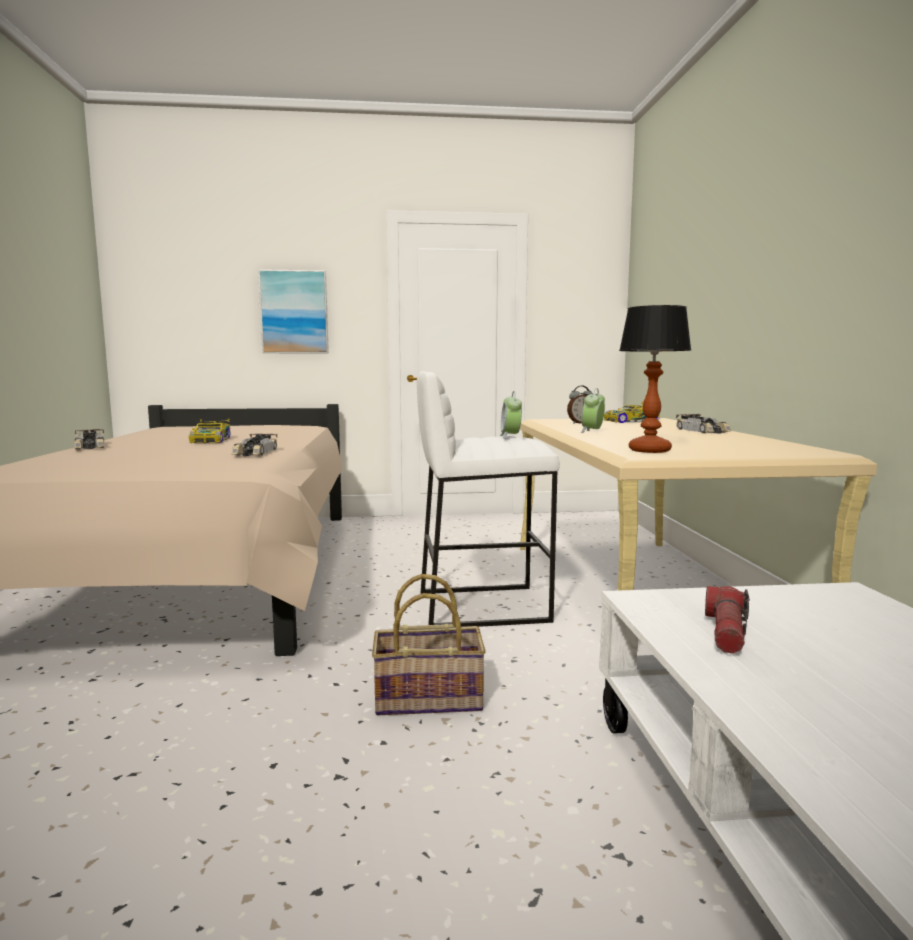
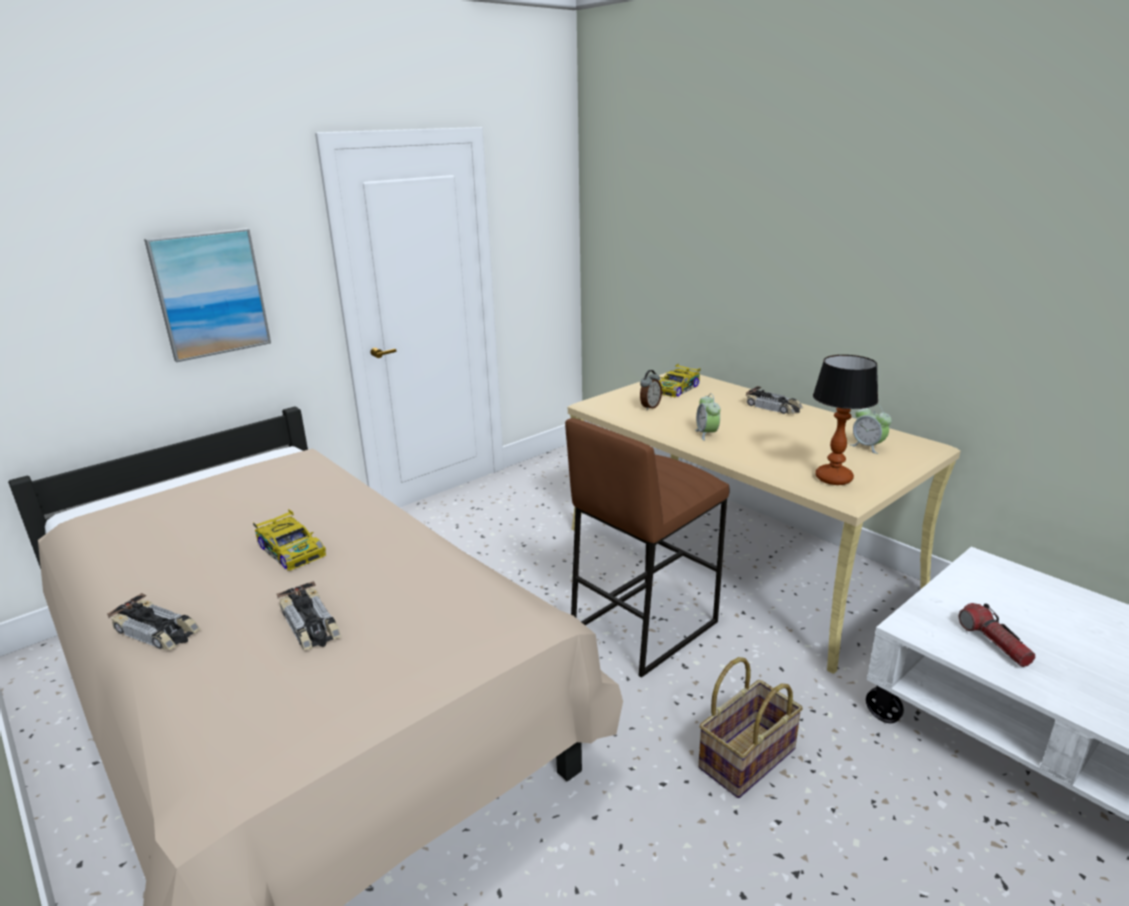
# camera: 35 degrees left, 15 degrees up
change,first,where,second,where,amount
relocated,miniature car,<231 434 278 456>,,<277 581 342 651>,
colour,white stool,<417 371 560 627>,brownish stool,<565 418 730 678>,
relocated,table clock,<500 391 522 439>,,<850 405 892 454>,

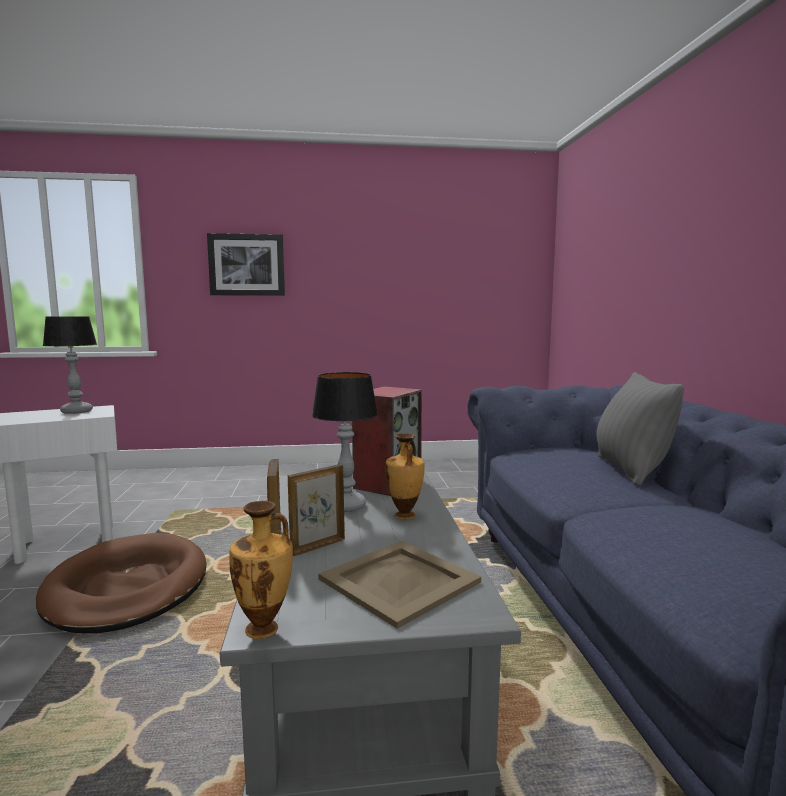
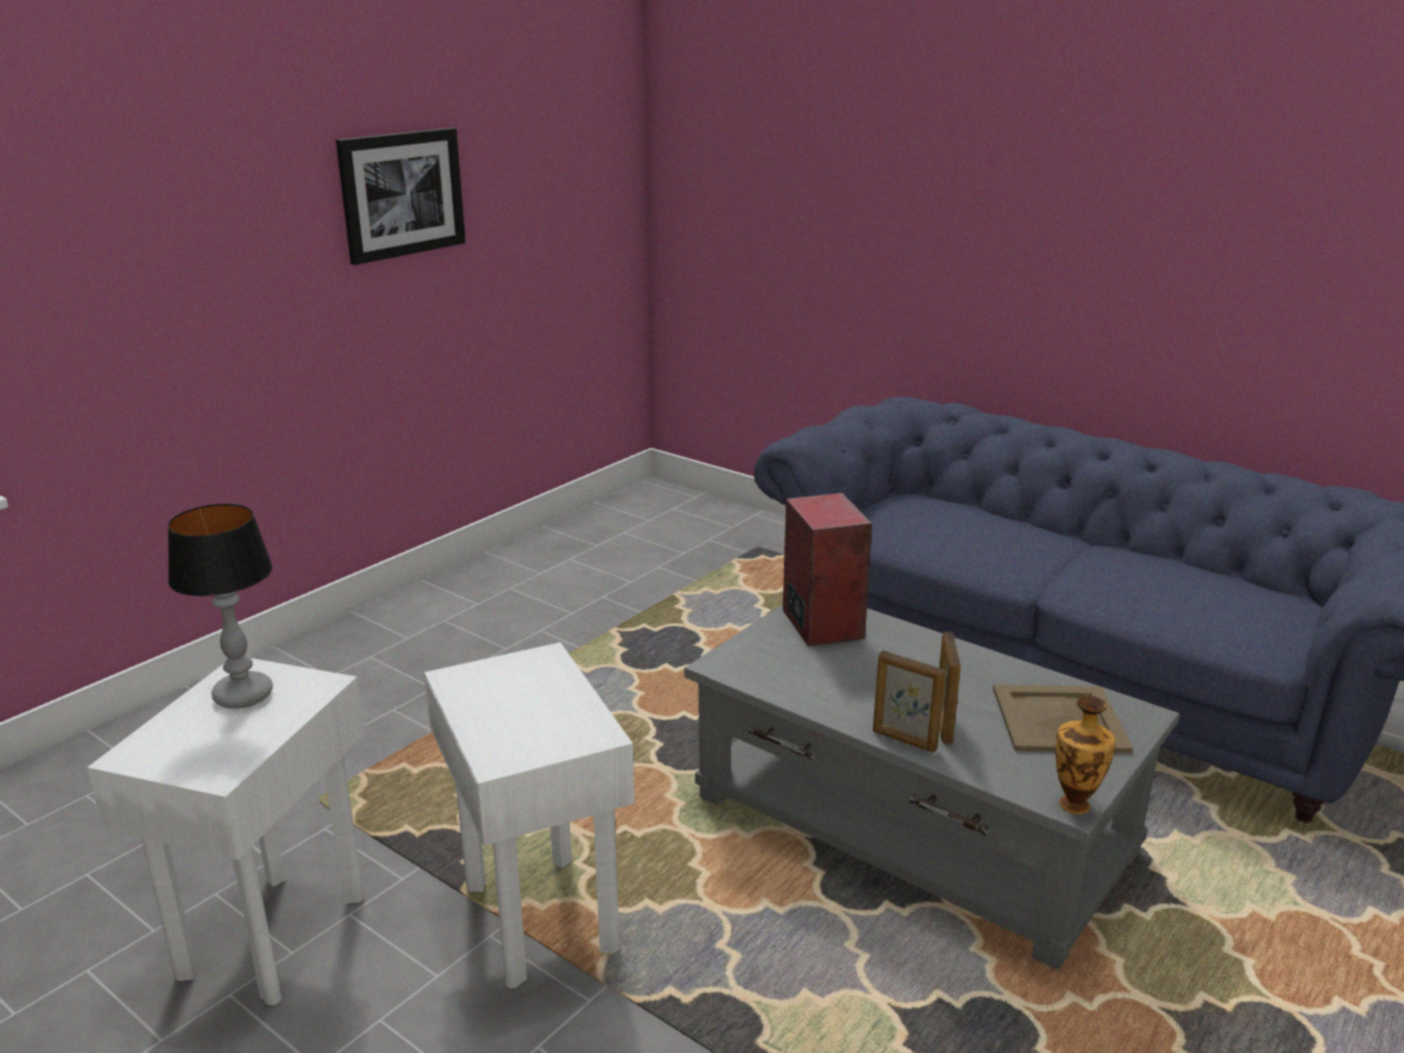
# camera: 45 degrees left, 15 degrees up
change,first,where,second,where,amount
relocated,wall art,<207 233 285 296>,,<336 128 466 265>,
exchanged,brownish dog bed,<36 533 206 633>,white end table,<424 642 635 988>,
missing,lamp for a table,<312 372 378 512>,,,
missing,flower vase,<386 433 424 519>,,,
missing,gray throw pillow,<596 372 684 486>,,,

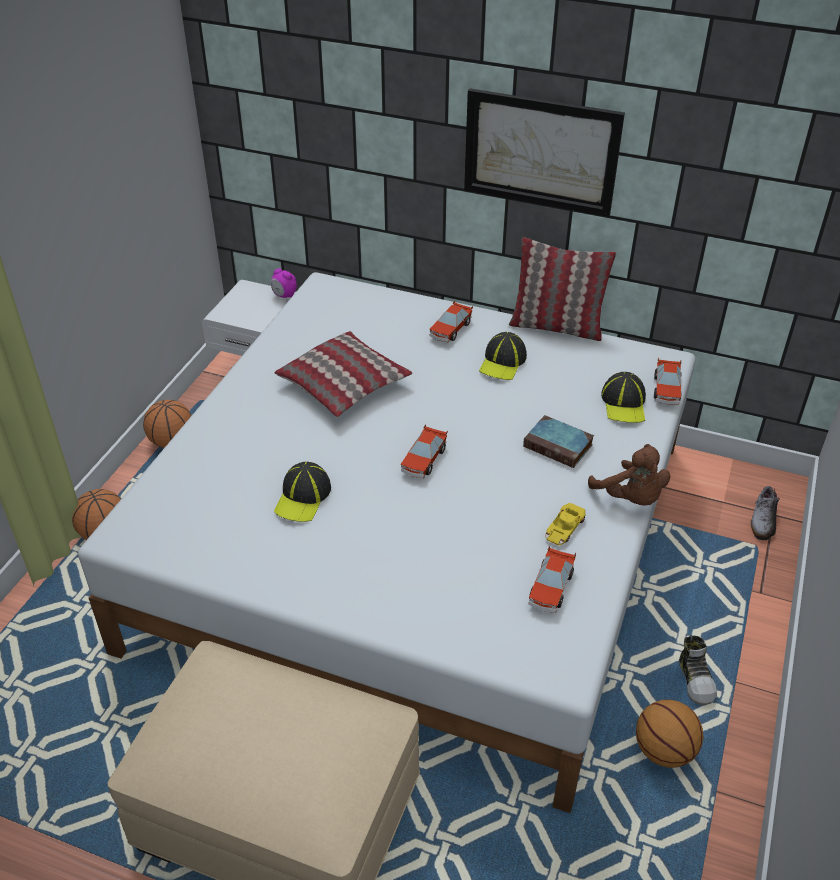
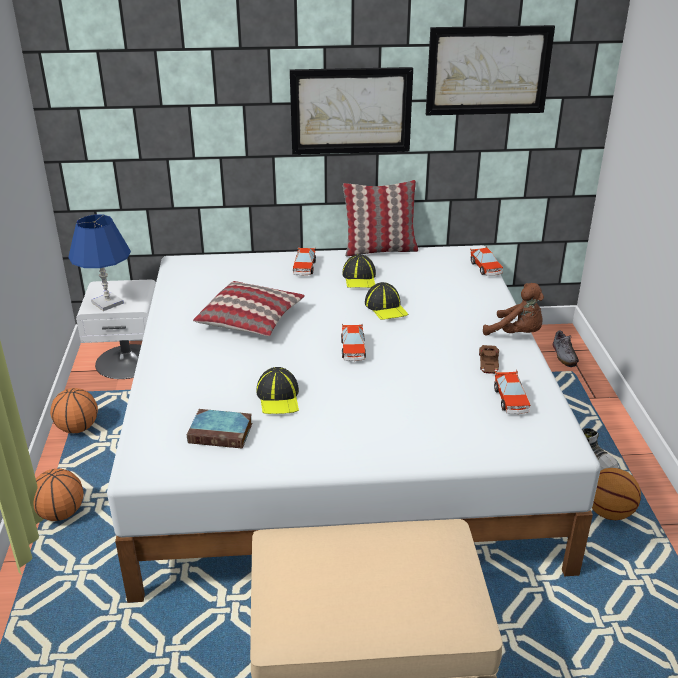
# camera: 25 degrees left, 10 degrees down
change,first,where,second,where,amount
appeared,,,bluish lamp for a table,<68 214 131 311>,
relocated,volume,<523 415 594 468>,,<187 409 253 449>,
relocated,cap,<601 372 646 423>,,<365 282 408 320>,
appeared,,,wall art,<426 25 555 115>,
colour,yellow-coloured miniature car,<546 503 585 545>,brownish miniature car,<479 345 499 374>,
missing,table clock,<271 269 297 298>,,,

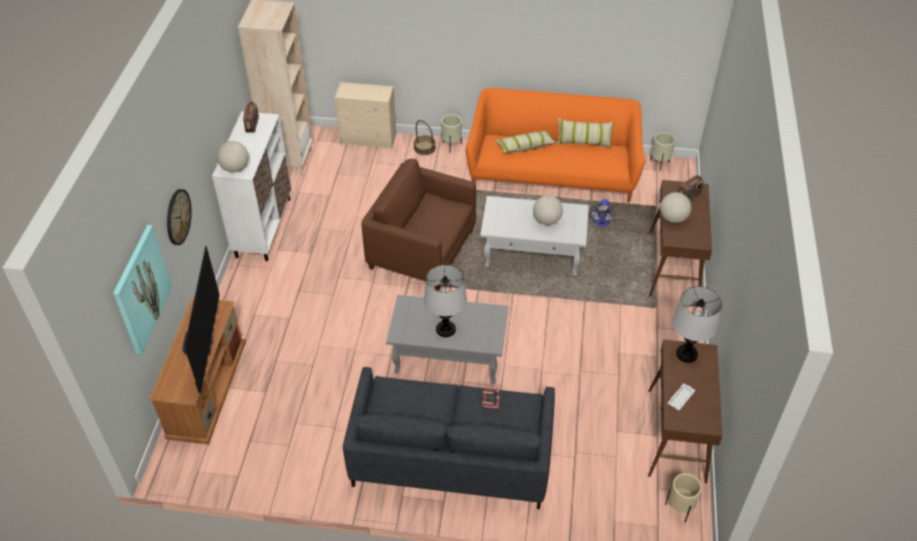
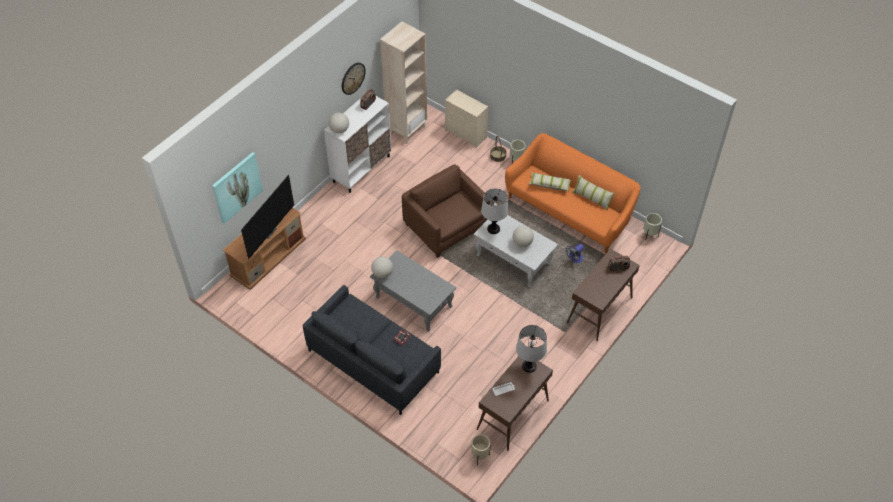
# camera: 30 degrees right, 5 degrees up
change,first,where,second,where,amount
relocated,wall clock,<167 189 192 245>,,<342 63 366 95>,
relocated,globe,<660 192 691 223>,,<371 257 393 278>,
relocated,lamp for a table,<424 265 467 337>,,<481 188 508 234>,

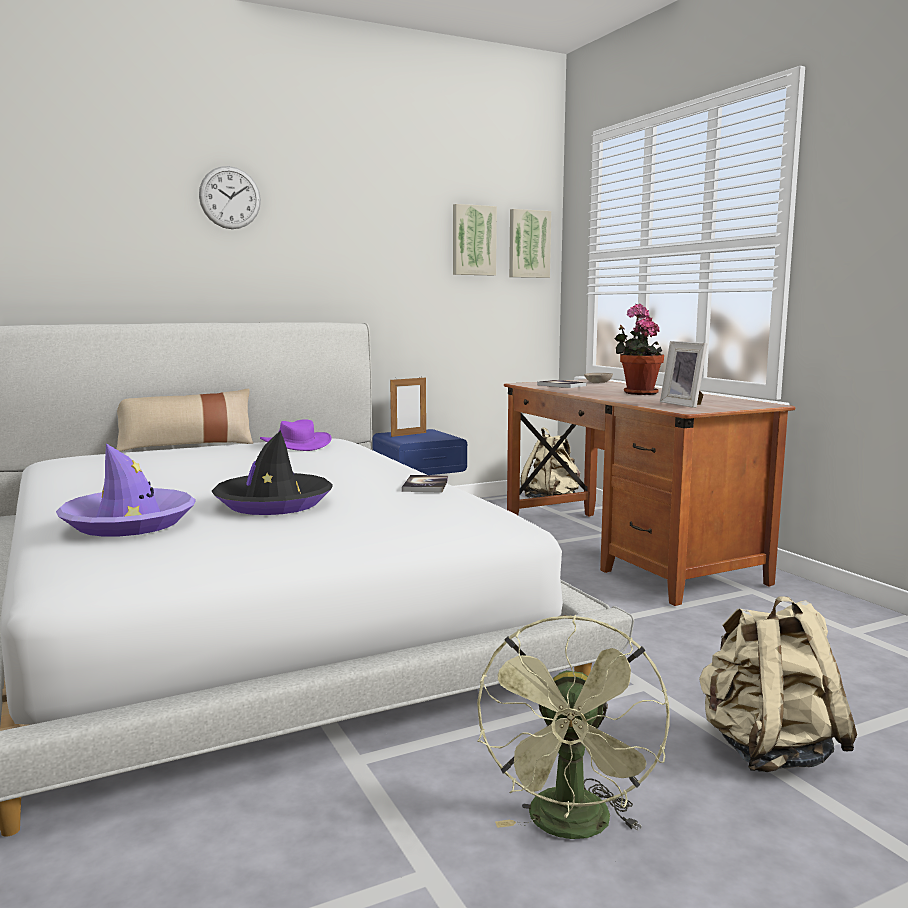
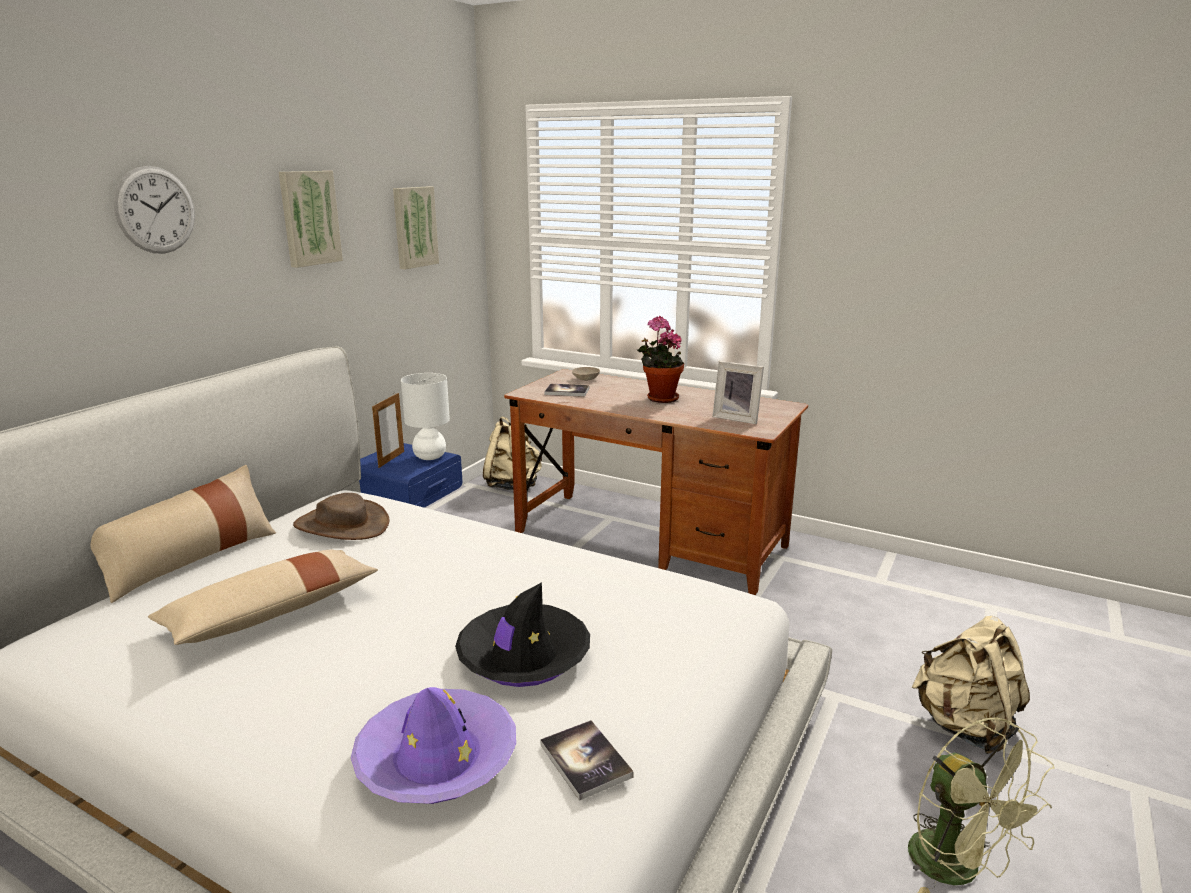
# camera: 35 degrees left, 10 degrees up
change,first,where,second,where,amount
appeared,,,sand-coloured throw pillow,<148 550 378 645>,
relocated,wall art,<509 209 551 278>,,<279 171 343 268>,
colour,purple wearable hat,<260 419 332 451>,brownish wearable hat,<293 493 389 540>,
appeared,,,white lamp for a table,<401 373 450 460>,
relocated,volume,<402 475 448 493>,,<540 720 634 801>,

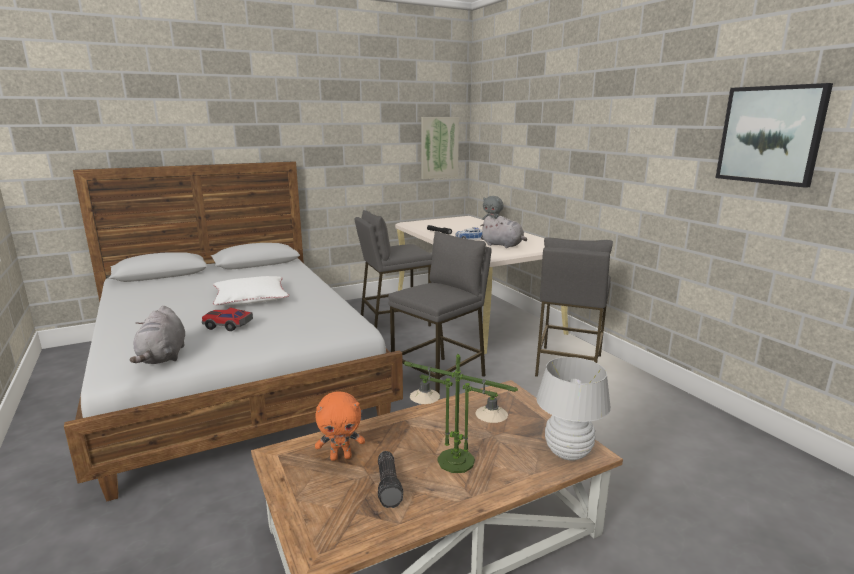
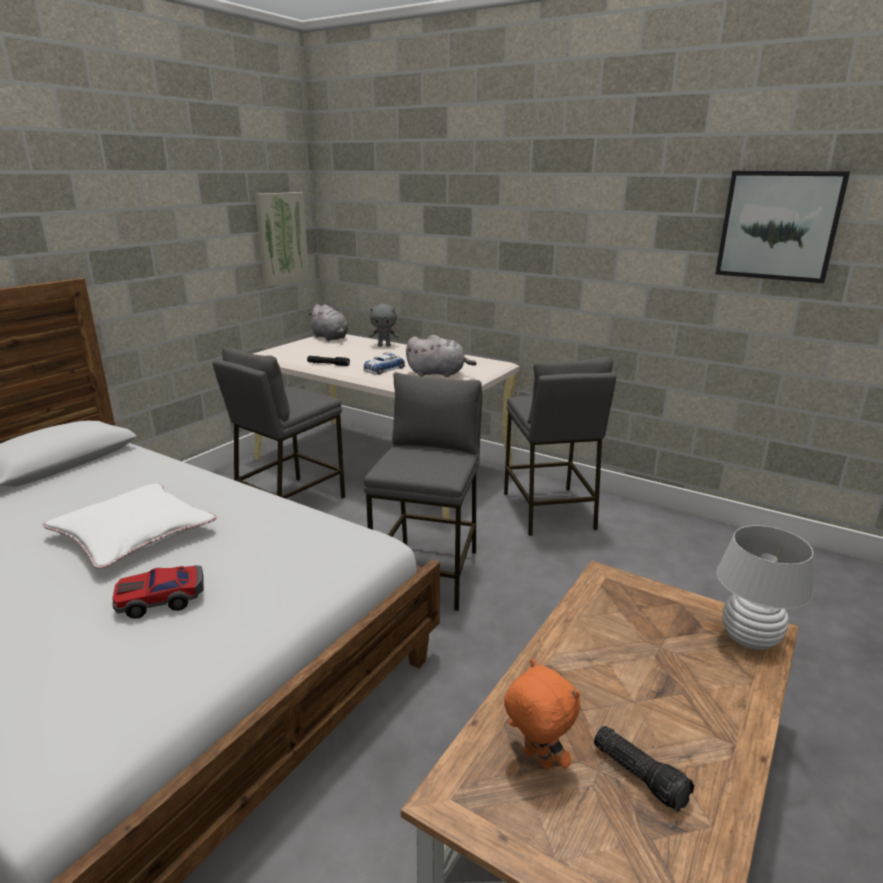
# camera: 30 degrees left, 5 degrees up
change,first,where,second,where,amount
relocated,gray cuddly toy,<130 306 185 364>,,<308 304 349 341>,
spun,orangey cuddly toy,<315 391 365 461>,,<504 659 580 770>,90 degrees counterclockwise
missing,lamp for a table,<404 354 518 473>,,,

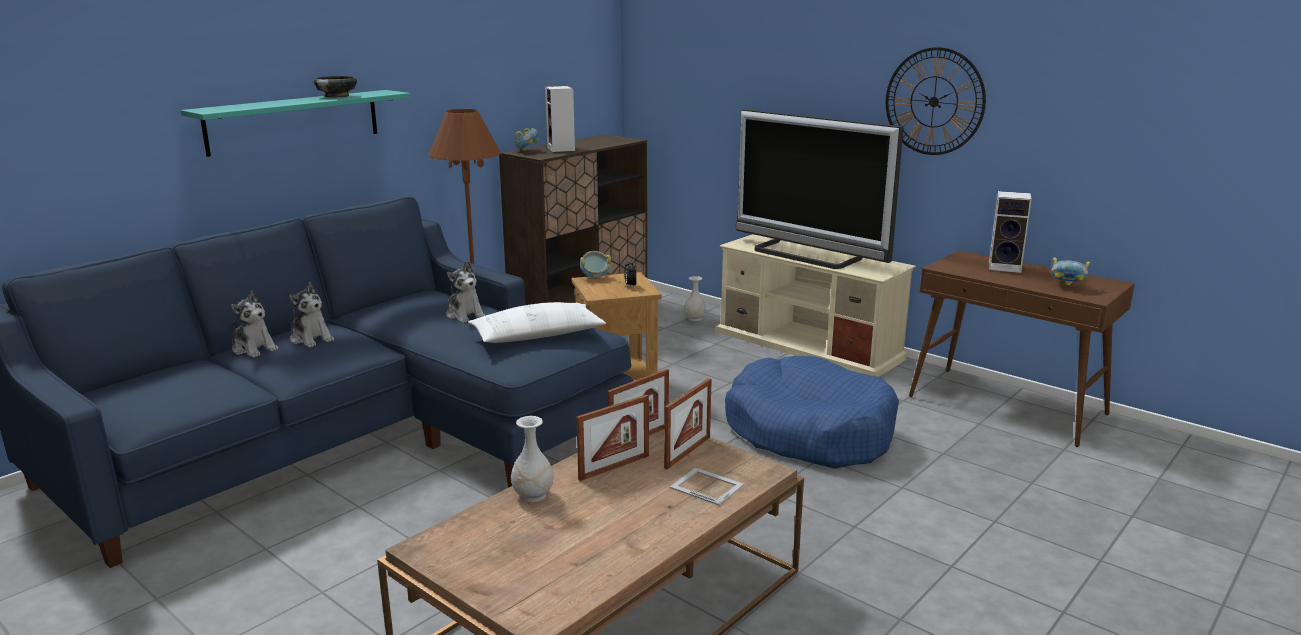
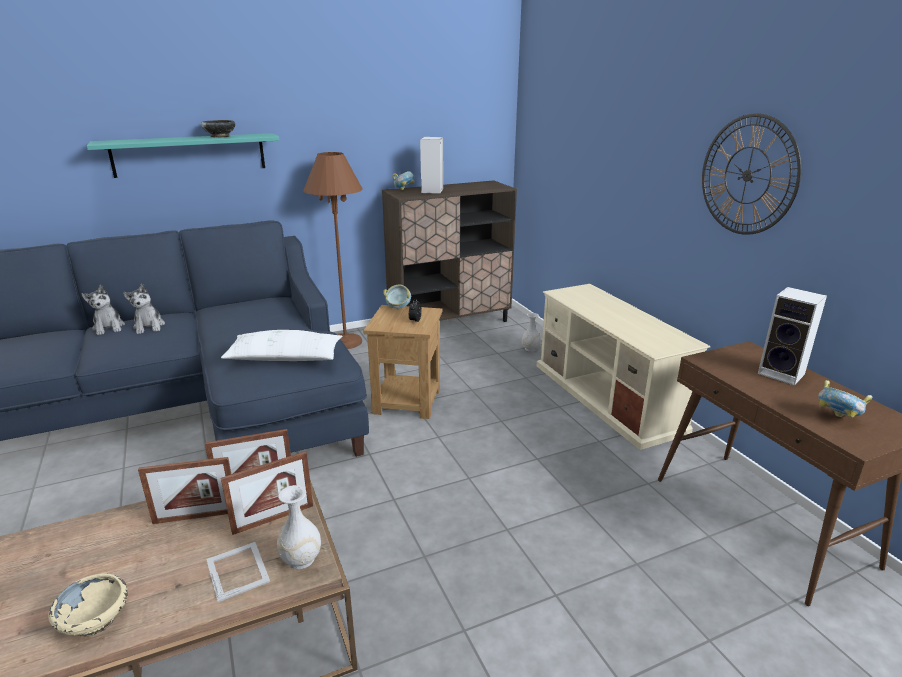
# camera: 25 degrees right, 5 degrees up
change,first,where,second,where,amount
appeared,,,sand-coloured bowl,<48 574 128 637>,
relocated,white flower vase,<511 416 554 503>,,<277 485 321 569>,
missing,cuddly toy,<446 261 485 323>,,,
missing,bluish dog bed,<725 356 899 469>,,,
missing,TV set,<736 109 904 269>,,,

